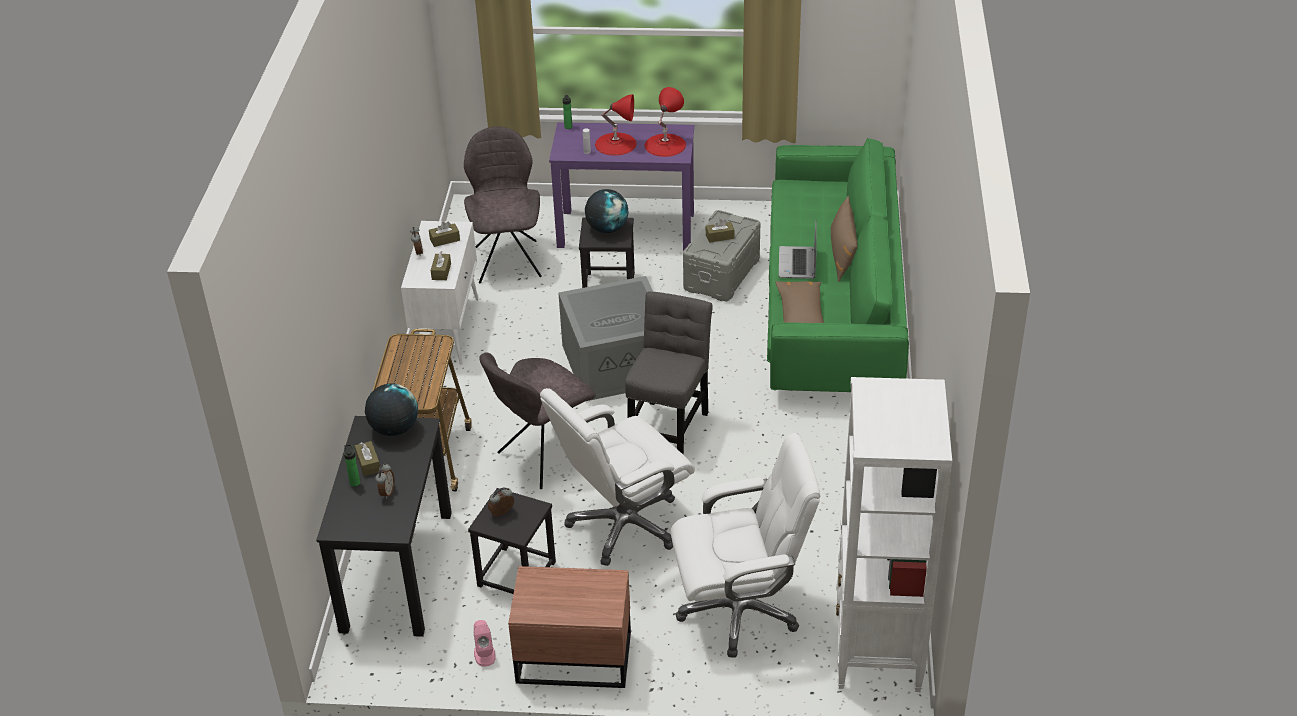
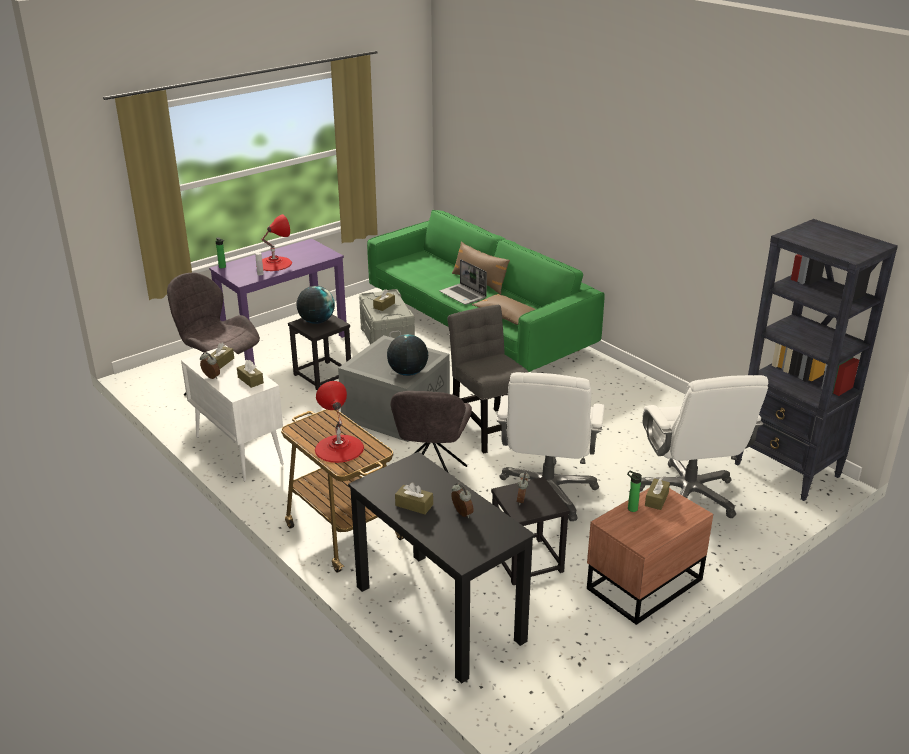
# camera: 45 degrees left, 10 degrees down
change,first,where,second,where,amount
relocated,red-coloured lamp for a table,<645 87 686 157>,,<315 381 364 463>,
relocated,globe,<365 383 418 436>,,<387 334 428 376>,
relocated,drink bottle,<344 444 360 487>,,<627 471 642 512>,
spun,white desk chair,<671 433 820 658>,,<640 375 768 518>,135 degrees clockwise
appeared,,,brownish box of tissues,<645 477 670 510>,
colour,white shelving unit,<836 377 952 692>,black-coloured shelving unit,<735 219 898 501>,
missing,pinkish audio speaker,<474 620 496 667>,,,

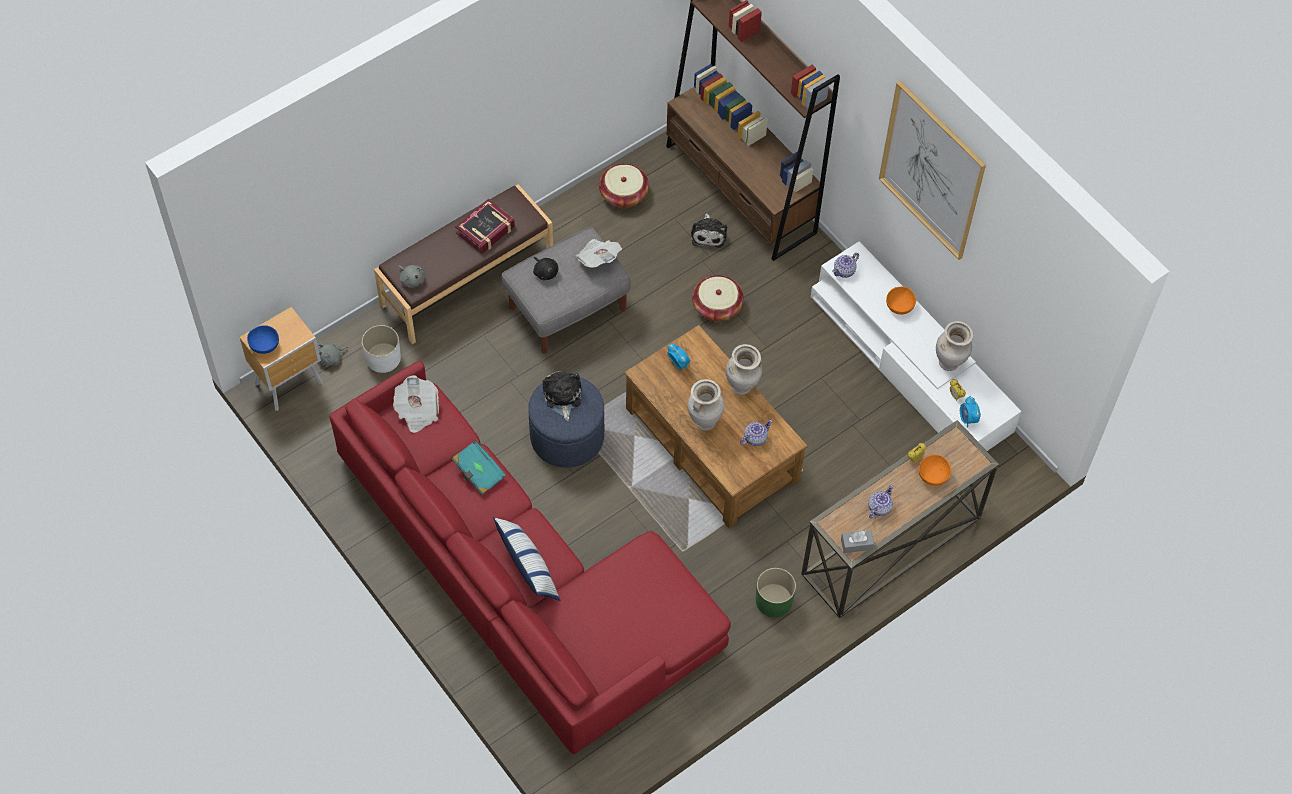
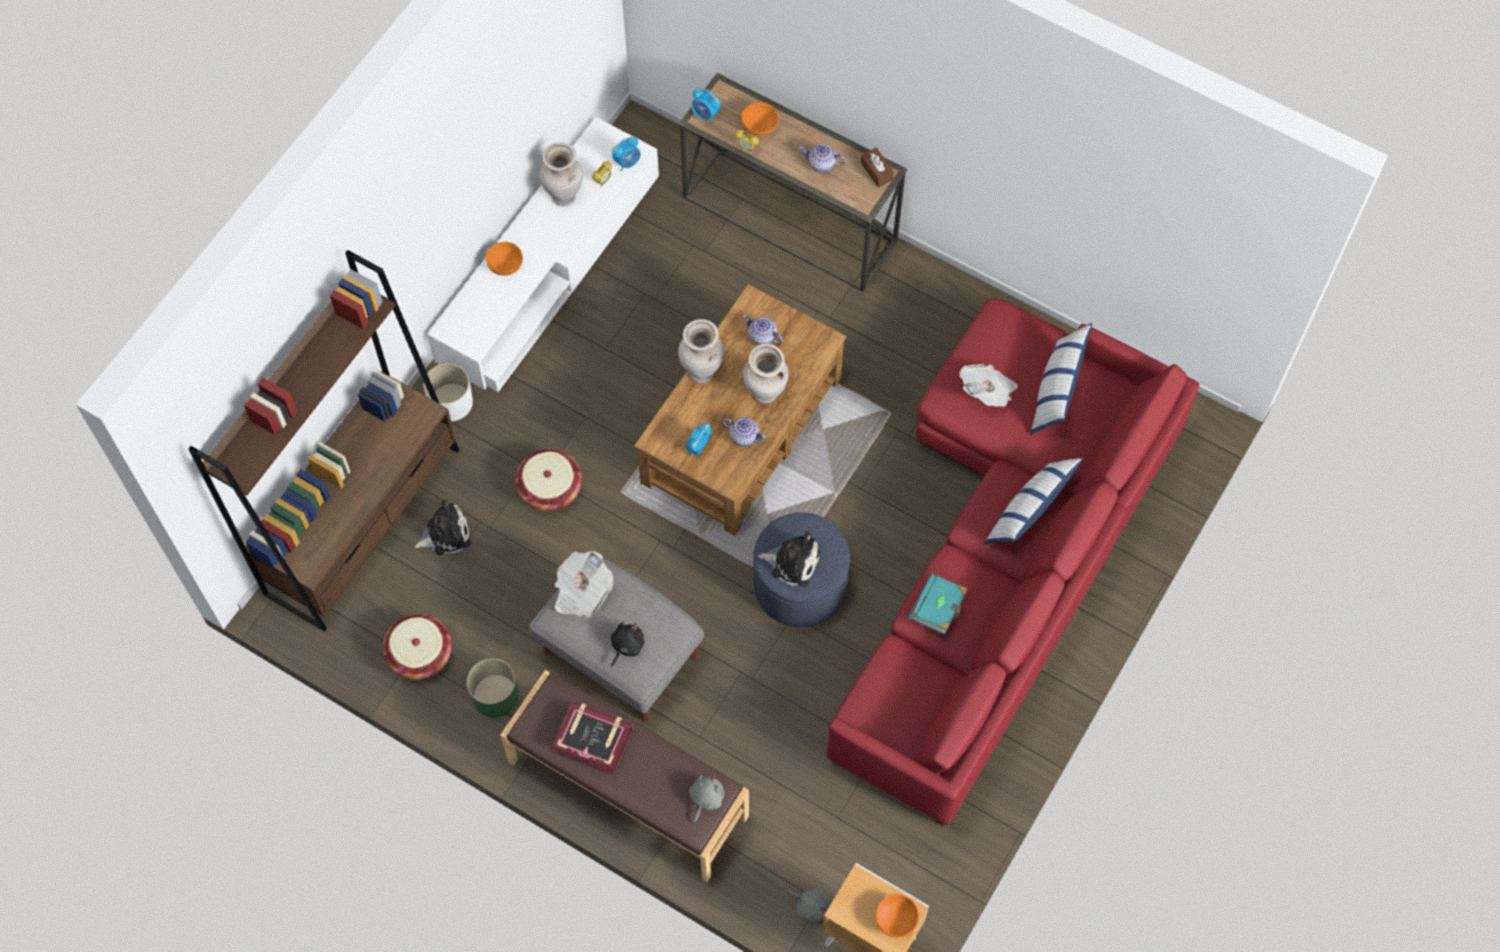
# camera: 110 degrees left, 5 degrees up
change,first,where,second,where,amount
relocated,white planter,<362 325 401 373>,,<423 363 473 422>,
relocated,greenish planter,<755 568 796 617>,,<467 658 519 718>,
appeared,,,table clock,<691 88 721 123>,
relocated,teapot,<832 253 859 278>,,<722 417 766 447>,
spun,cuddly toy,<543 371 581 421>,,<758 531 821 587>,135 degrees counterclockwise
colour,gray box of tissues,<841 530 874 553>,brownish box of tissues,<861 148 894 187>,
colour,bluish bowl,<247 325 279 354>,orangey bowl,<876 894 919 938>,
relocated,daily paper,<393 375 439 433>,,<959 364 1018 407>,
appeared,,,throw pillow,<1030 323 1092 435>,
missing,wall art,<879 81 986 260>,,,

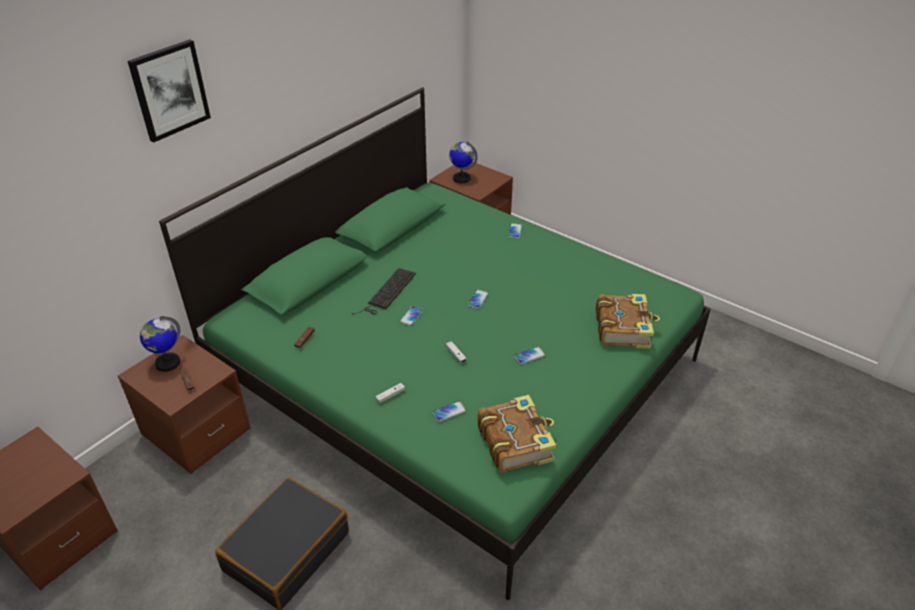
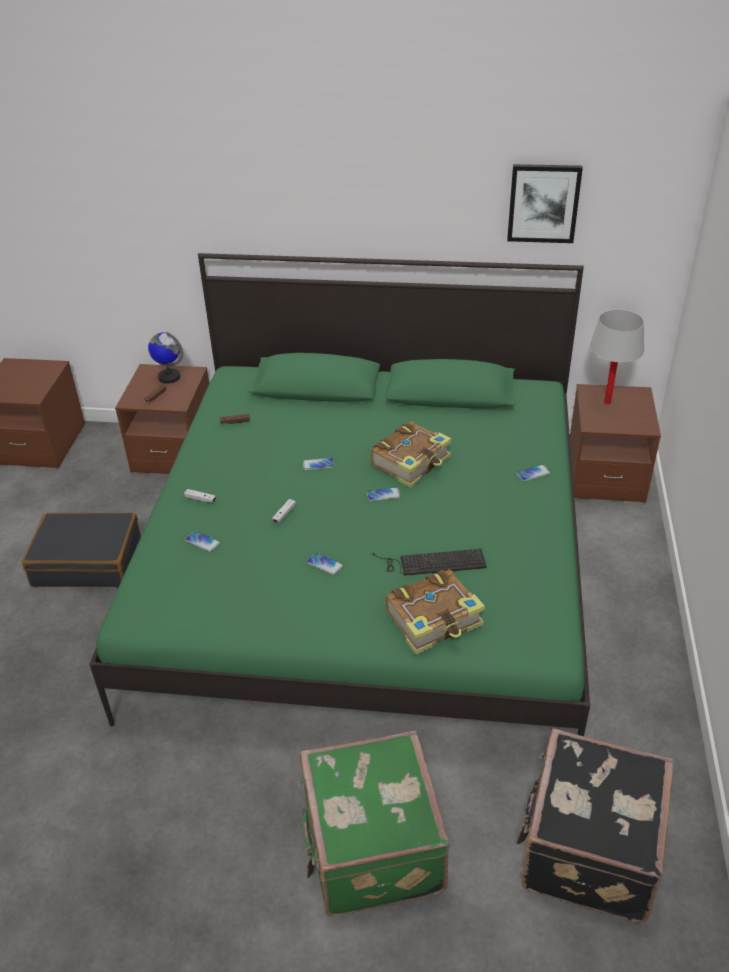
# camera: 60 degrees right, 0 degrees up
change,first,where,second,where,amount
appeared,,,greenish suitcase,<298 730 450 917>,
relocated,volume,<477 395 556 473>,,<370 421 452 488>,
relocated,computer keyboard,<352 268 416 315>,,<372 549 487 576>,
relocated,wall art,<128 39 211 143>,,<507 164 583 243>,
appeared,,,black-coloured suitcase,<516 728 674 923>,
exchanged,globe,<449 141 478 183>,white lamp for a table,<589 310 644 405>,

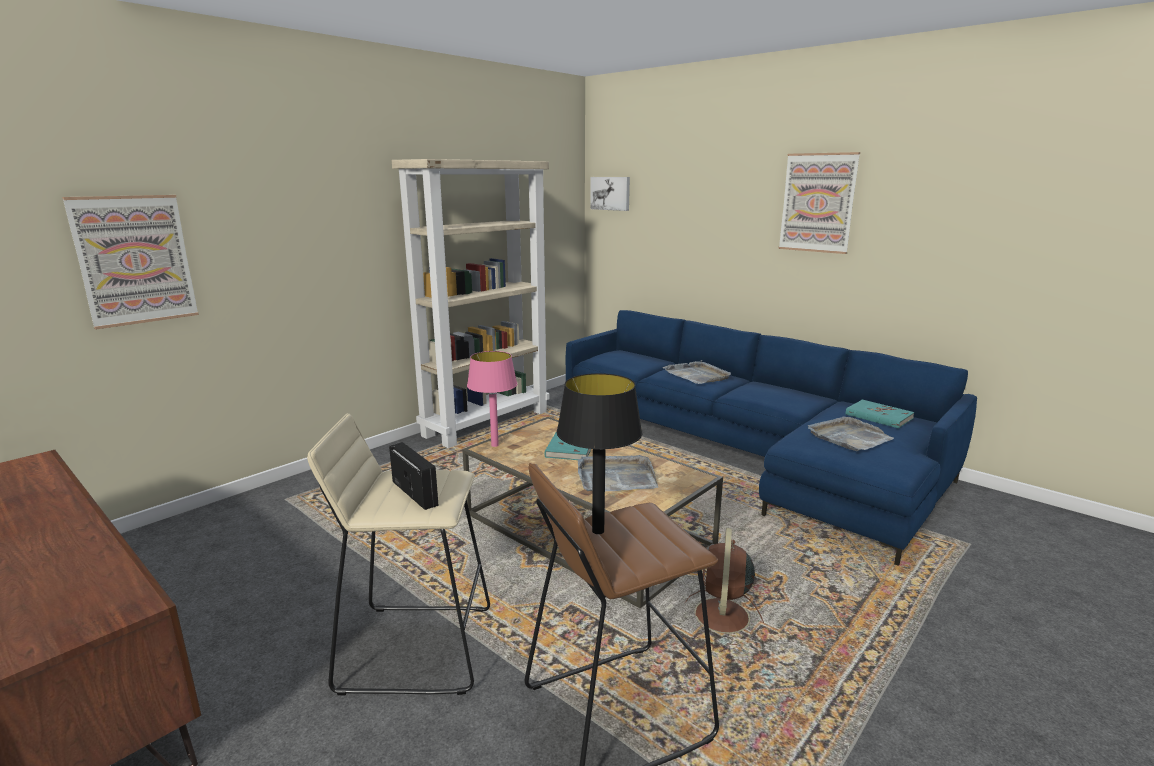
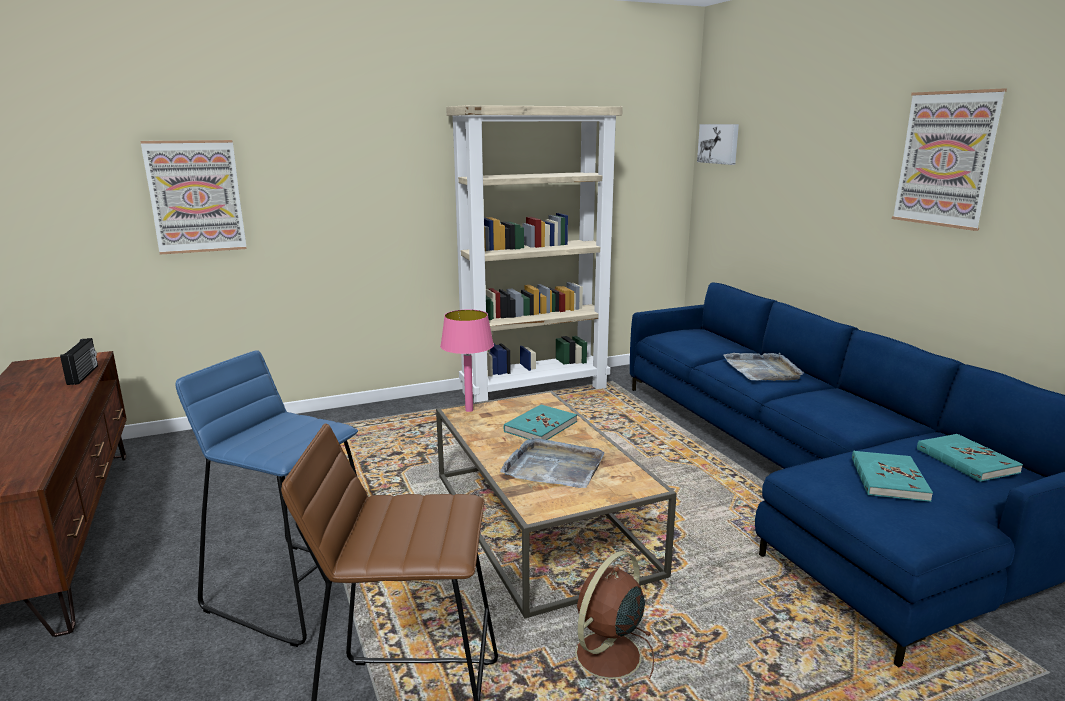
# camera: 25 degrees right, 0 degrees up
change,first,where,second,where,amount
relocated,radio receiver,<389 442 438 510>,,<60 338 98 385>,
colour,sand-coloured stool,<307 413 490 695>,bluish stool,<175 350 358 647>,
exchanged,gray serving tray,<808 416 894 451>,blue-green volume,<852 451 933 502>,
missing,black-coloured lamp for a table,<556 373 642 534>,,,

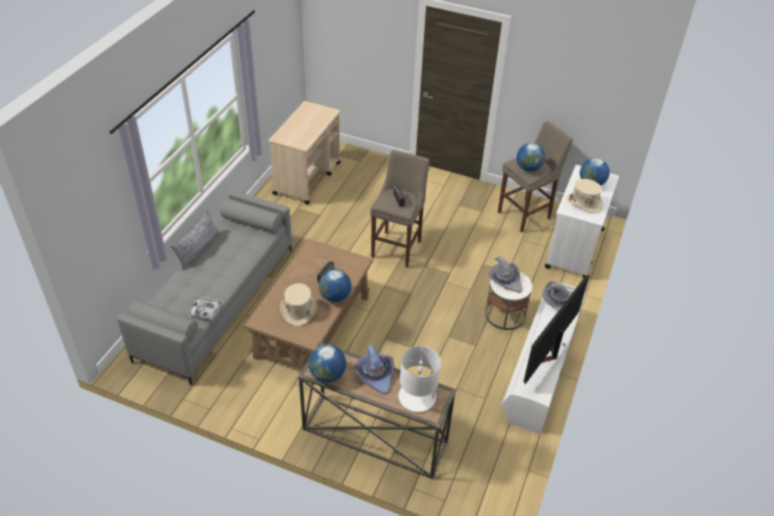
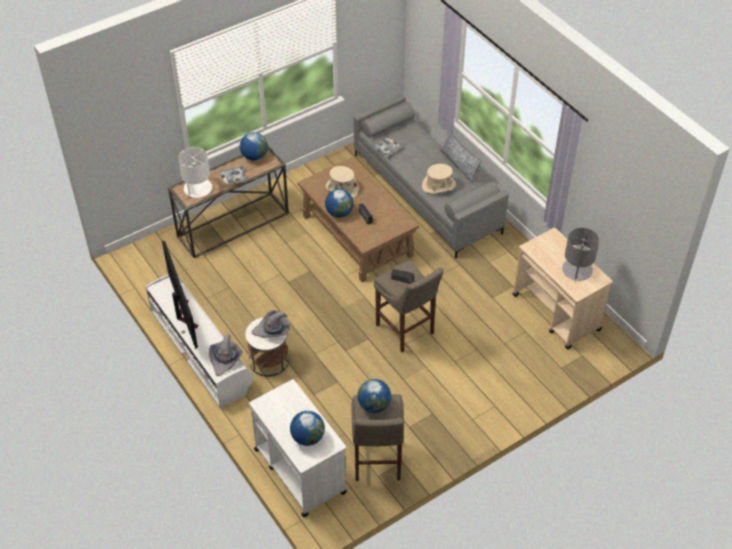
# camera: 125 degrees right, 5 degrees up
change,first,where,second,where,amount
exchanged,purple wearable hat,<354 345 394 394>,serving tray,<219 166 247 185>,
relocated,sand-coloured wearable hat,<566 179 603 213>,,<422 164 456 194>,
appeared,,,gray lamp for a table,<562 228 600 283>,

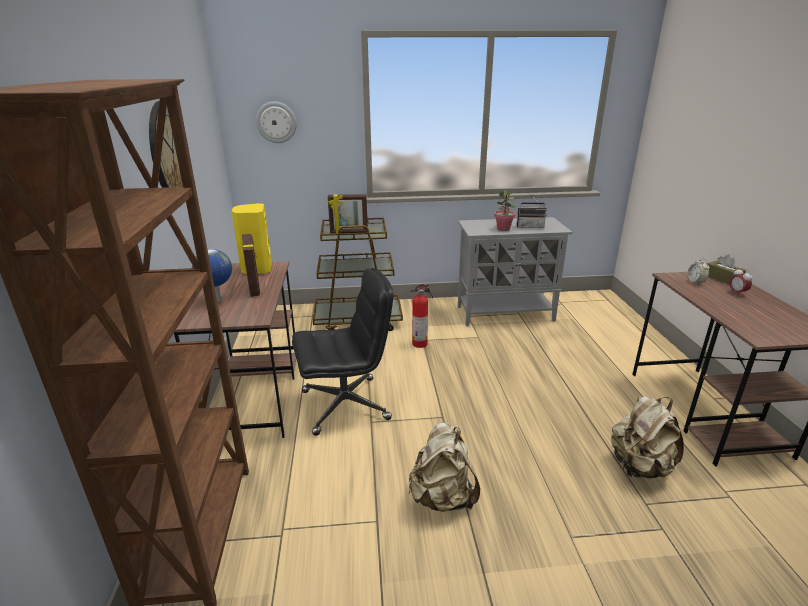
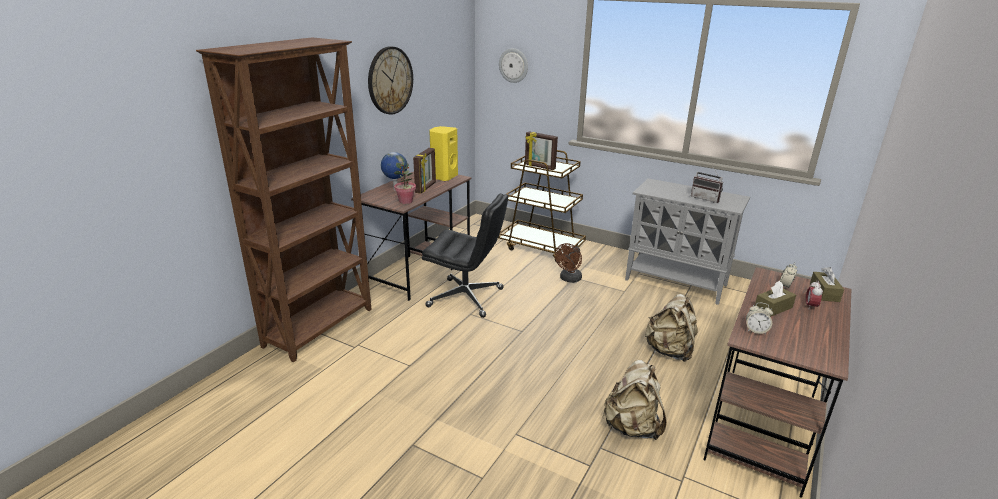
# camera: 35 degrees right, 0 degrees up
change,first,where,second,where,amount
relocated,houseplant,<494 190 516 231>,,<394 162 416 204>,
exchanged,fire-fighting cylinder,<410 284 433 348>,brownish fan,<555 243 582 283>,
relocated,sand-coloured knapsack,<408 422 480 512>,,<645 294 698 362>,
appeared,,,table clock,<746 303 773 335>,
appeared,,,brownish box of tissues,<755 281 796 316>,

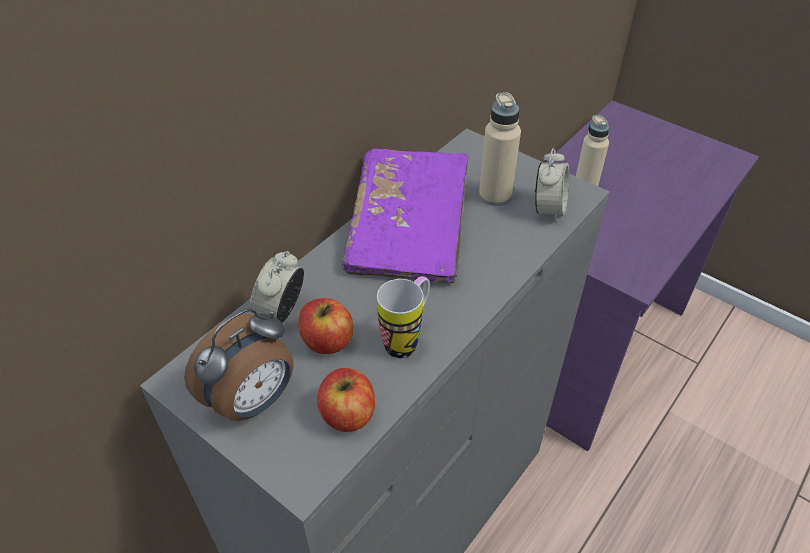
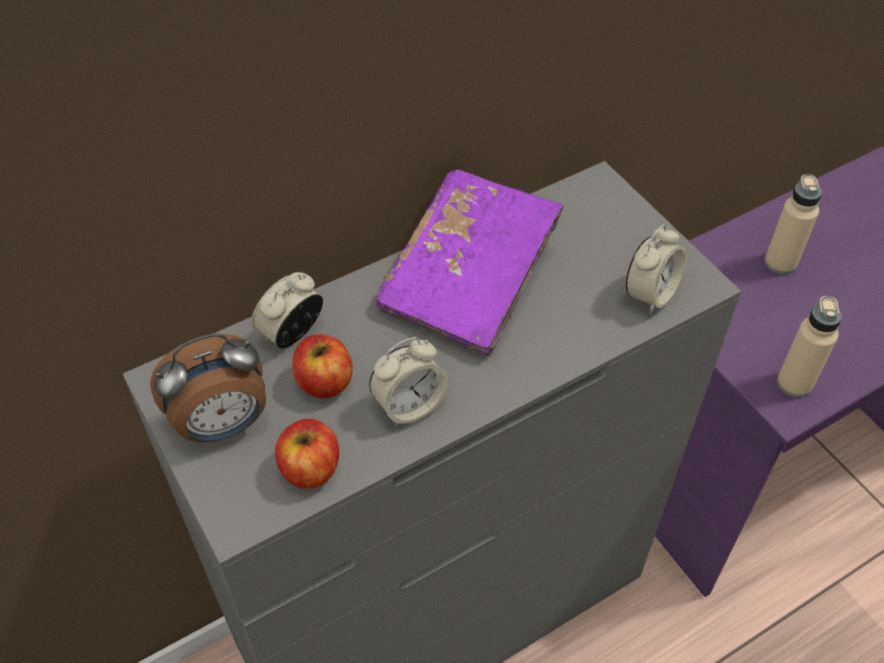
# camera: 20 degrees right, 5 degrees up
change,first,where,second,where,amount
exchanged,coffee mug,<377 276 430 359>,table clock,<369 337 448 426>,
relocated,sand-coloured drink bottle,<479 92 521 206>,,<777 296 842 398>,

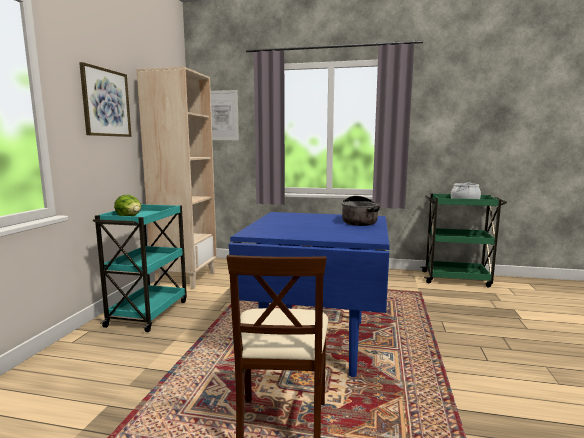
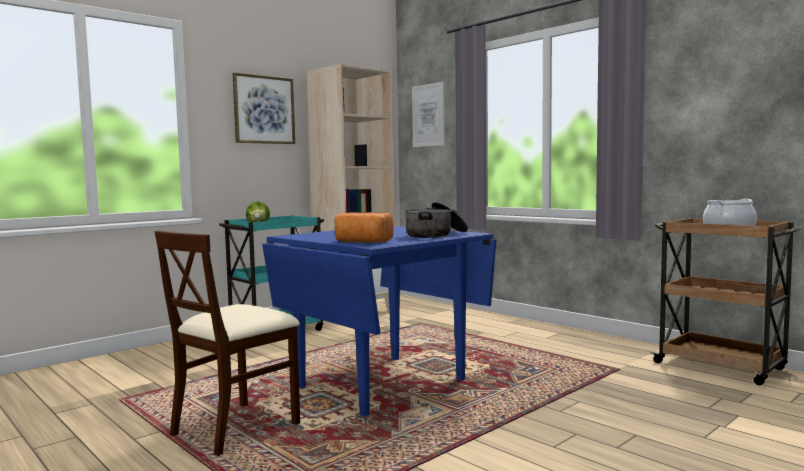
# camera: 35 degrees right, 5 degrees down
change,first,where,second,where,amount
appeared,,,baked bread,<334 212 394 243>,
colour,greenish cart,<422 193 507 288>,brownish cart,<651 218 804 385>,

